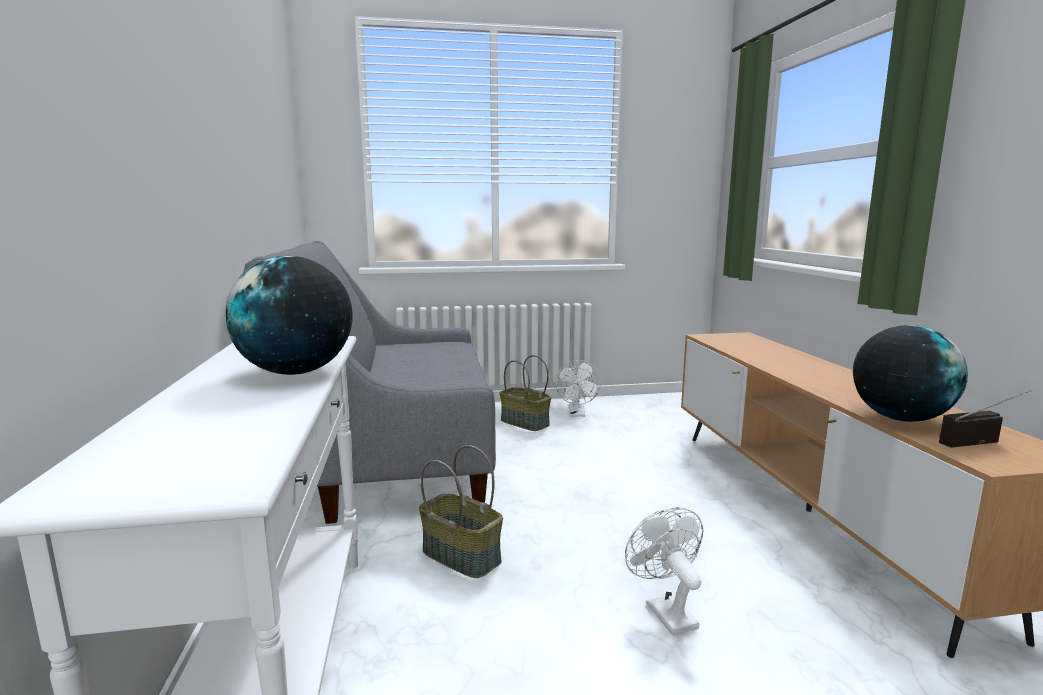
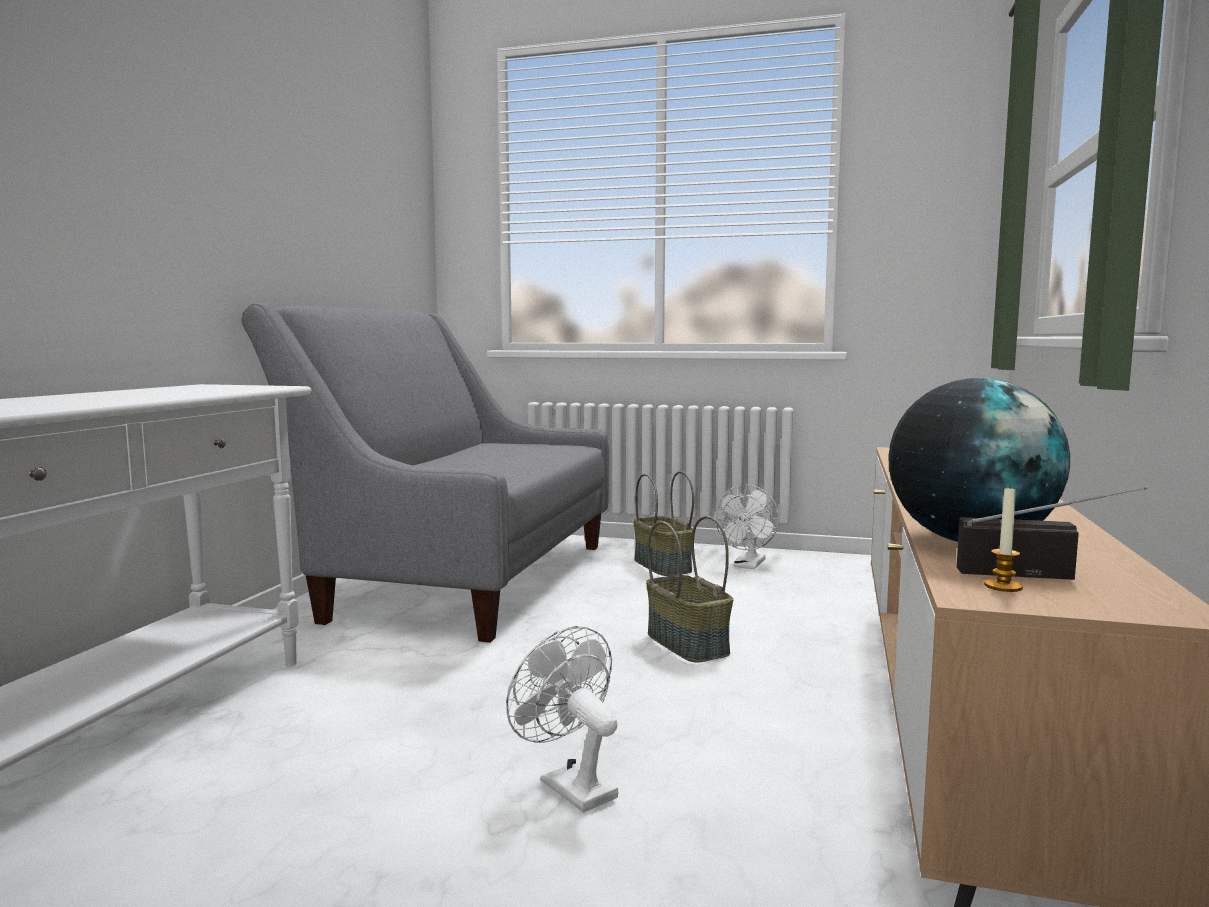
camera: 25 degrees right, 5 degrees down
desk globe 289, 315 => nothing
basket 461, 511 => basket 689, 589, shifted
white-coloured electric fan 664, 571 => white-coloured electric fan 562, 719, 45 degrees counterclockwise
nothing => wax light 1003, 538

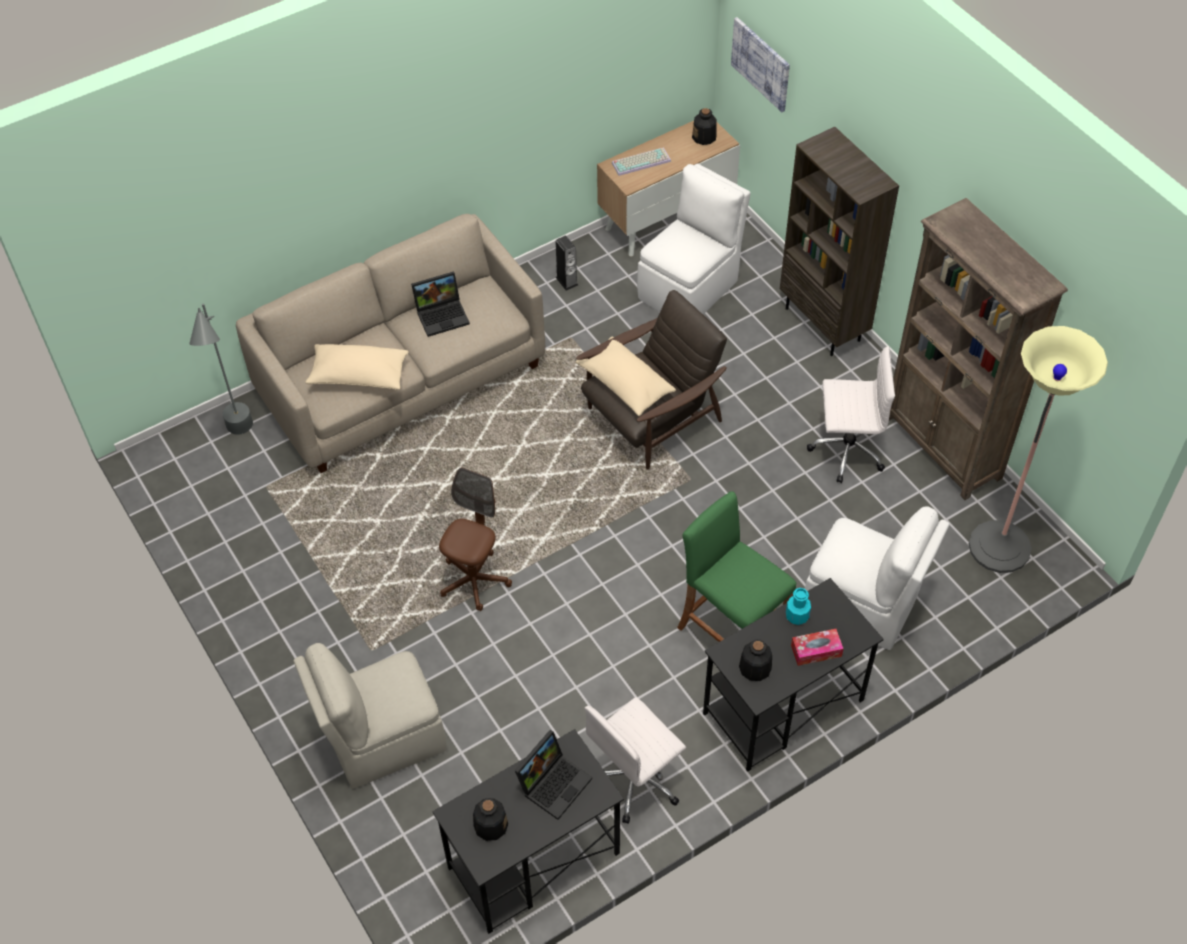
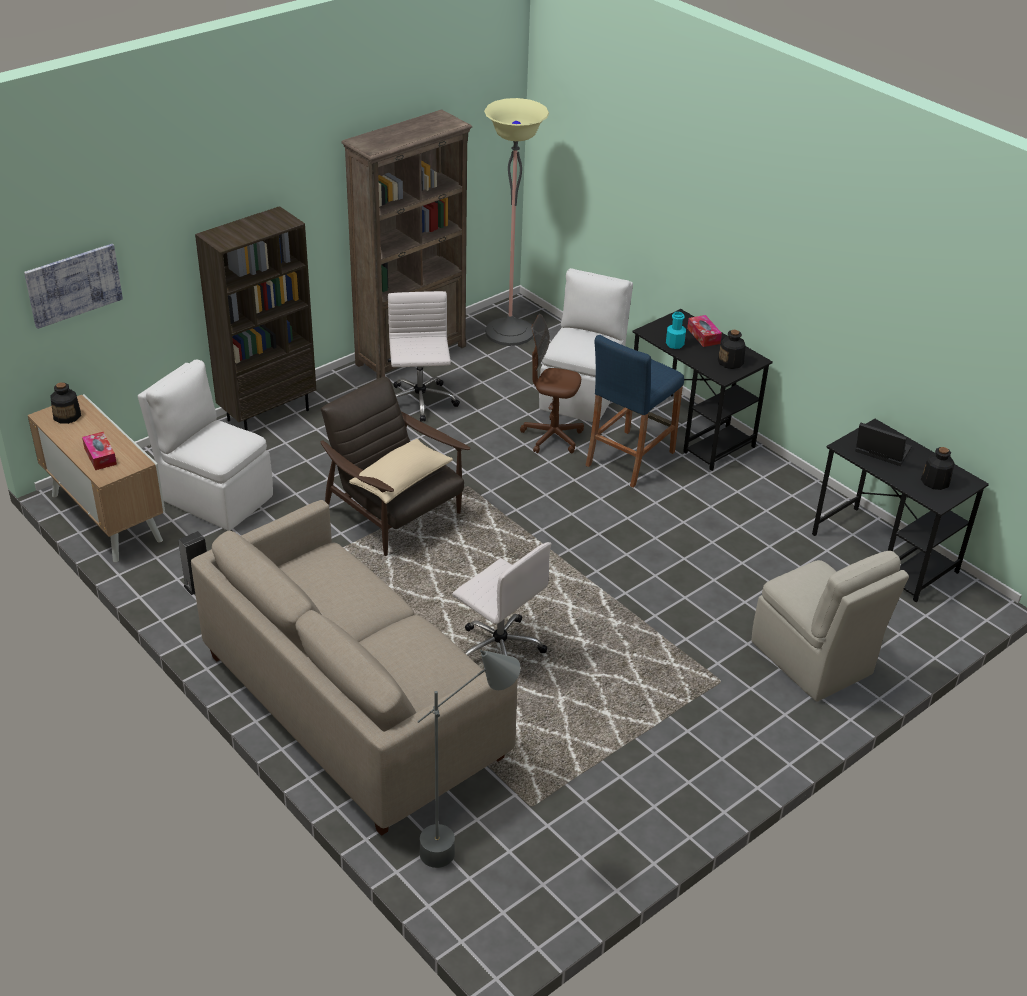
camera: 100 degrees left, 15 degrees down
keyboard 641, 161 => tissue box 99, 451
notebook computer 440, 304 => nothing
beige-coloured throw pillow 357, 367 => nothing
brownish desk chair 475, 539 => brownish desk chair 552, 383, shifted
greenish stool 736, 566 => blue-coloured stool 634, 411
white-coloured desk chair 635, 760 => white-coloured desk chair 501, 599, shifted

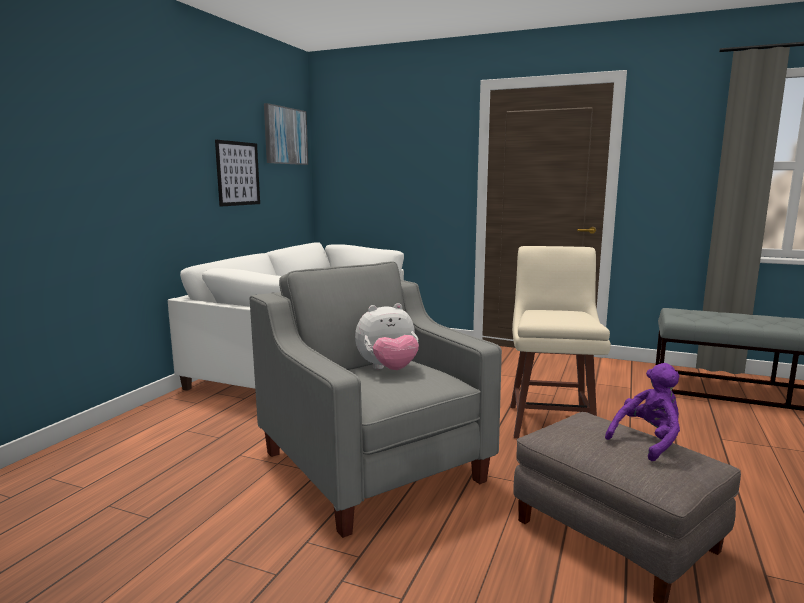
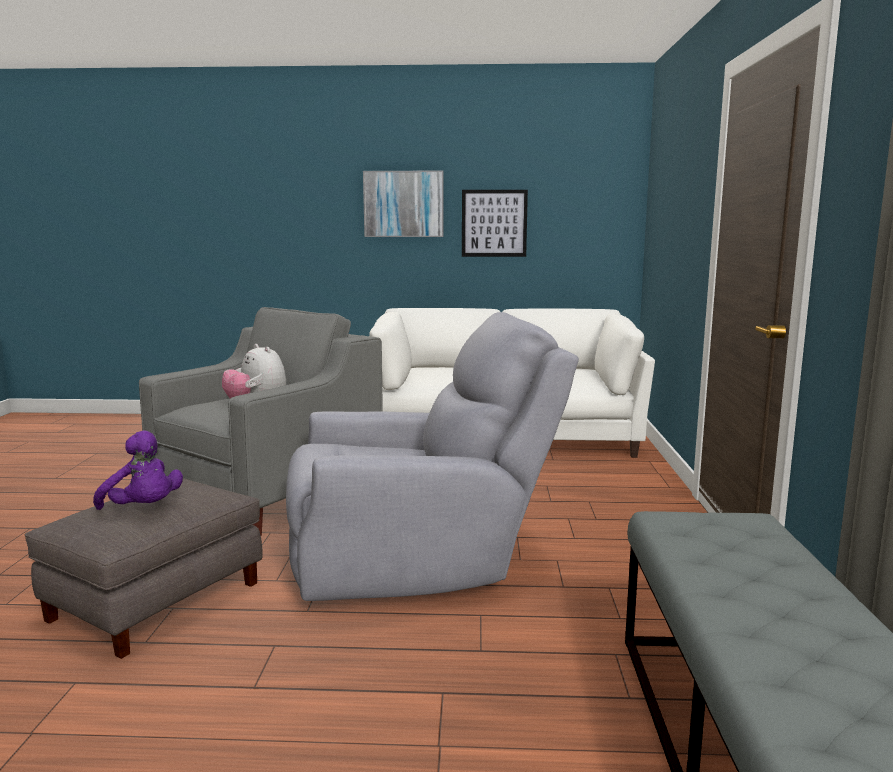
camera: 70 degrees right, 0 degrees up
picture 286, 134 => picture 403, 204, shifted
beige-coloured stool 560, 342 => greyish armchair 432, 456

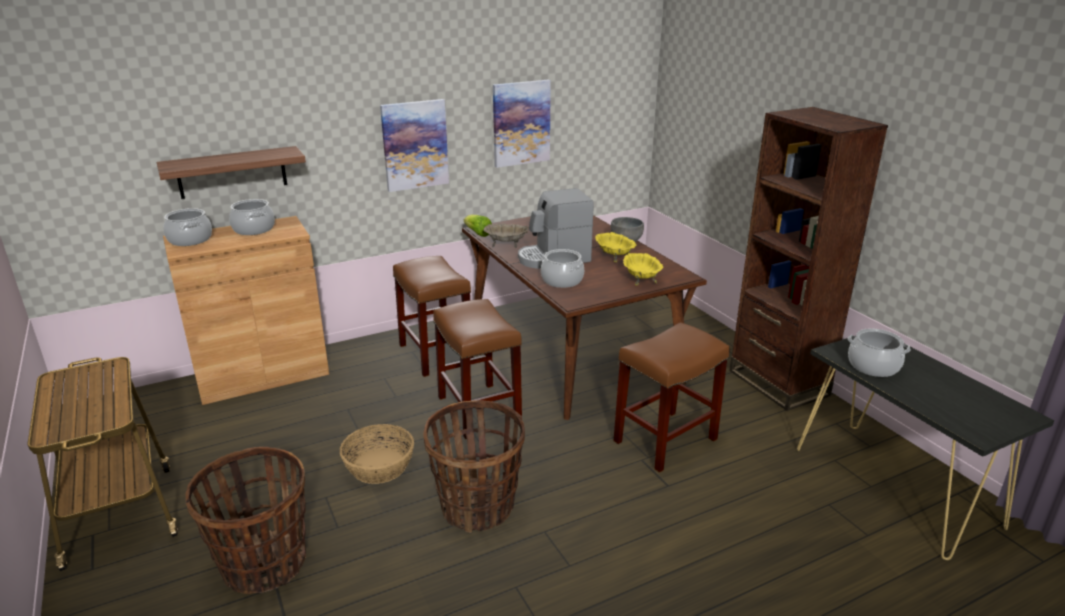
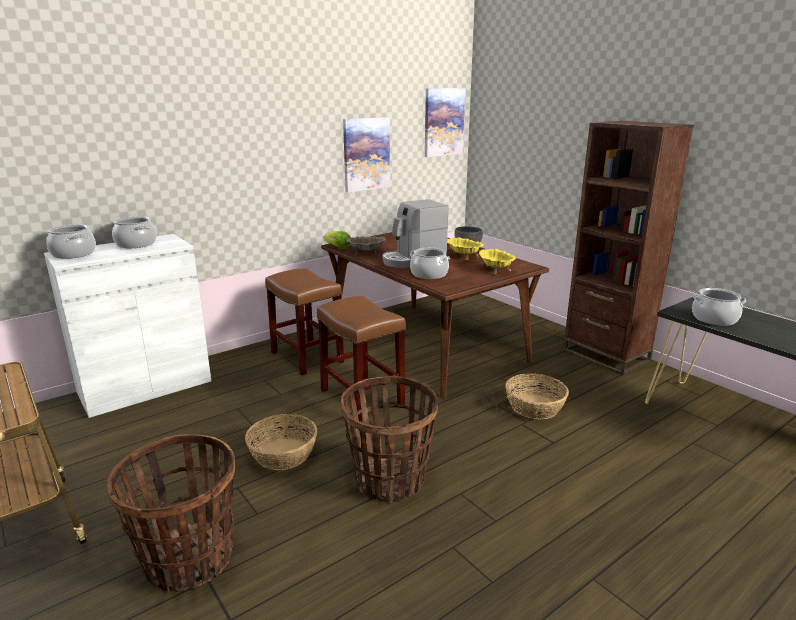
camera: 10 degrees left, 5 degrees down
picture 414, 145 => picture 445, 122, shifted
shelf 231, 172 => nothing
brownish cabinet 246, 310 => white-coloured cabinet 127, 326
brownish stool 671, 397 => basket 537, 396

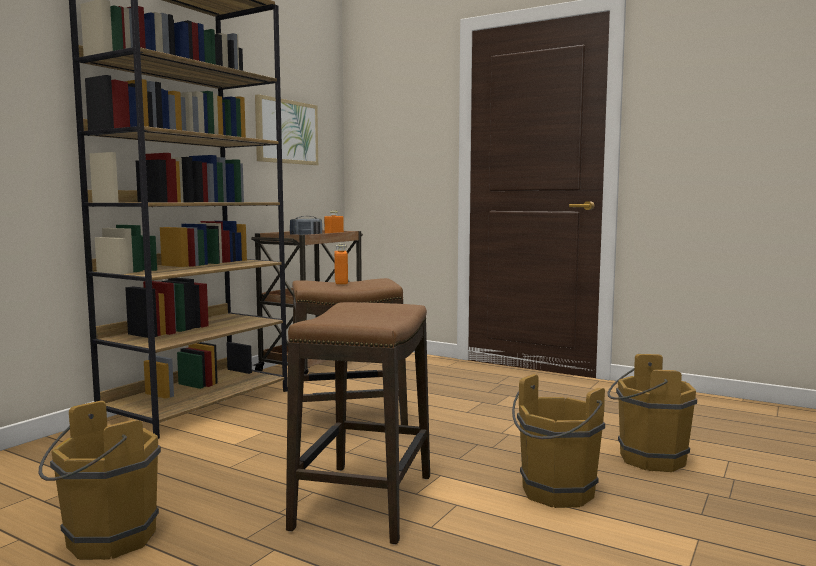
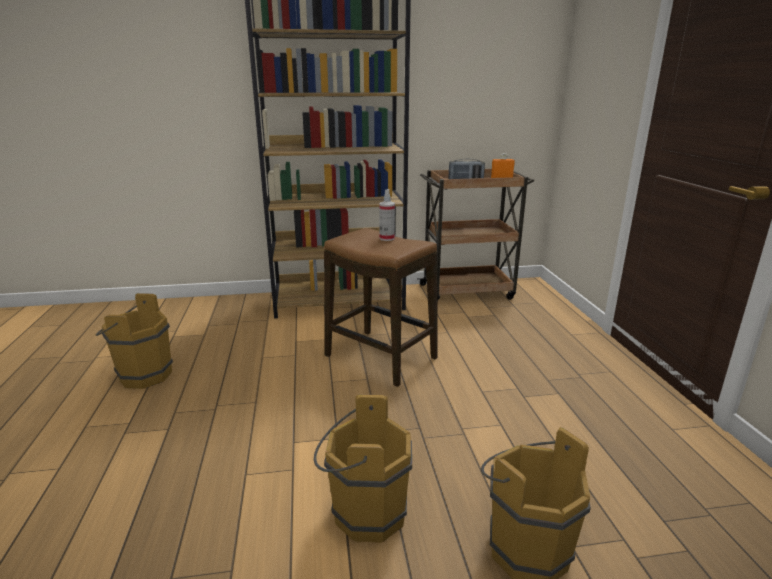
camera: 50 degrees right, 15 degrees up
picture 286, 129 => nothing
orange bottle 341, 263 => hand sprayer 387, 215
stool 358, 423 => nothing

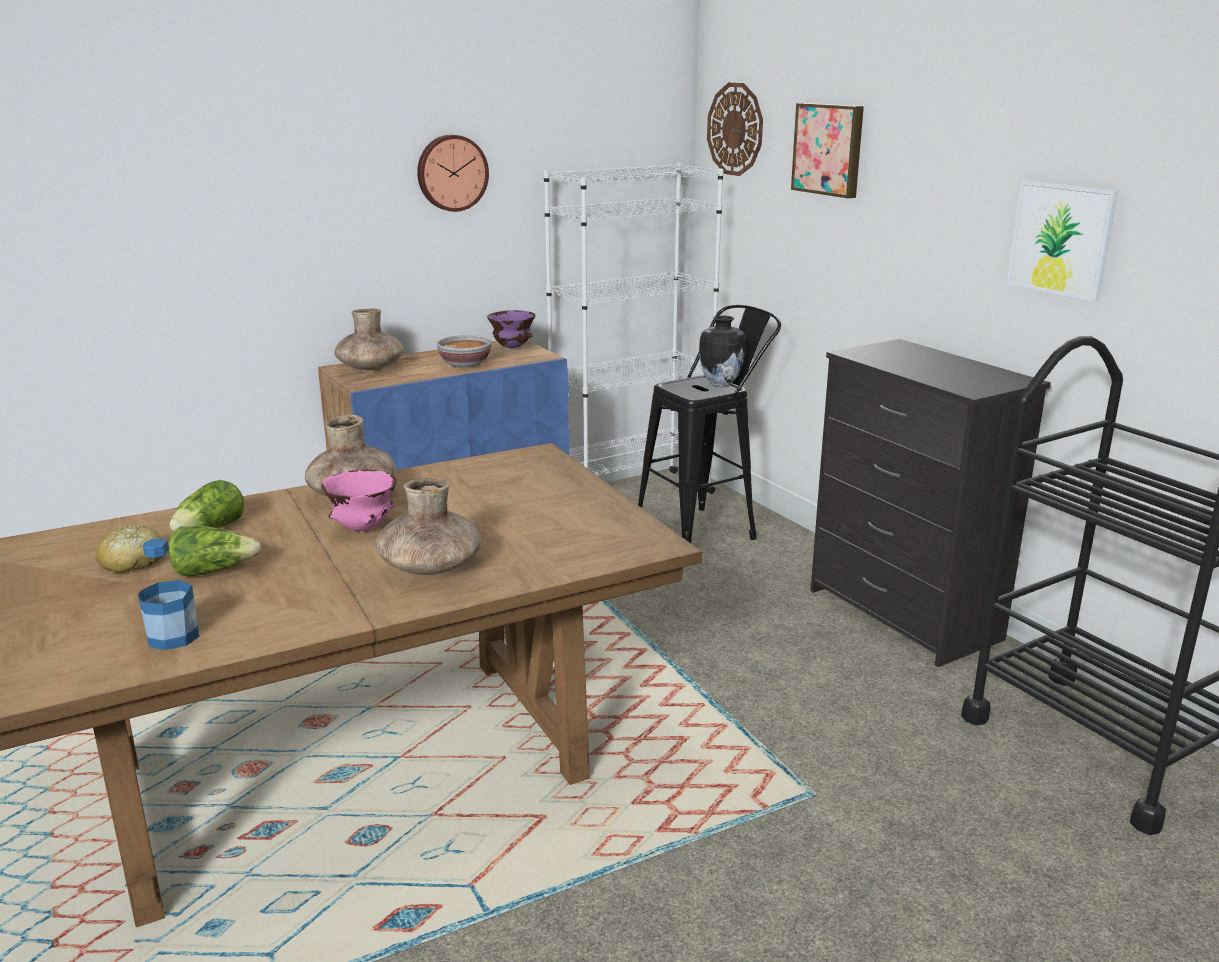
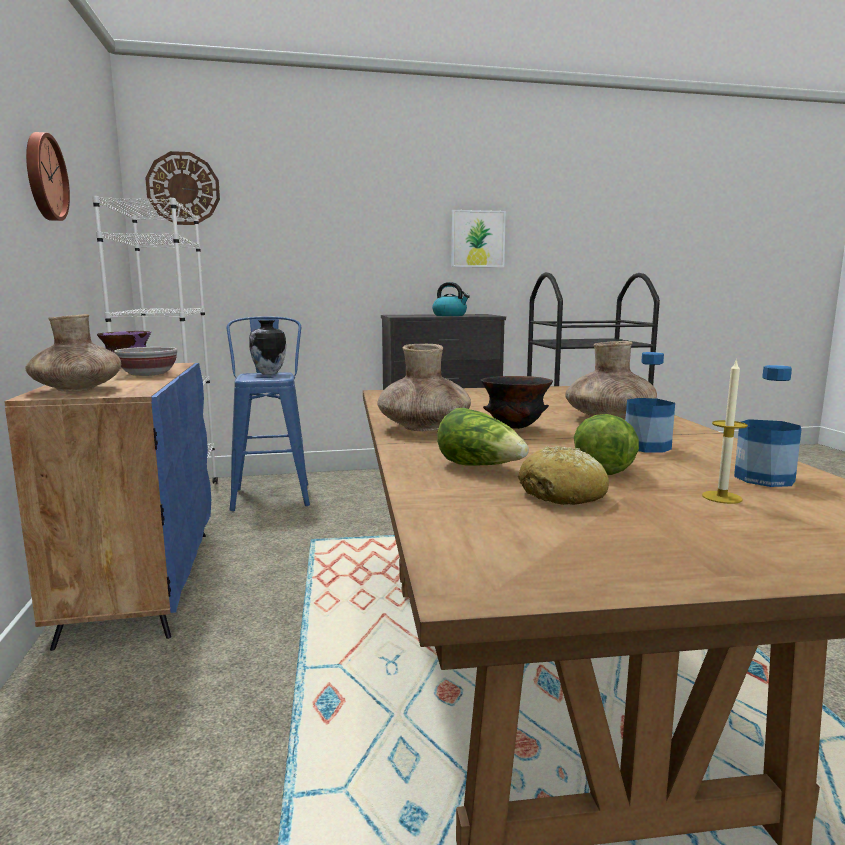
camera: 70 degrees left, 10 degrees down
picture 827, 150 => nothing
blackish stool 709, 424 => blue-coloured stool 268, 413
pinkish bowl 359, 500 => blackish bowl 517, 402
nothing => kettle 451, 299
nothing => bottle 650, 402
nothing => wax light 725, 431

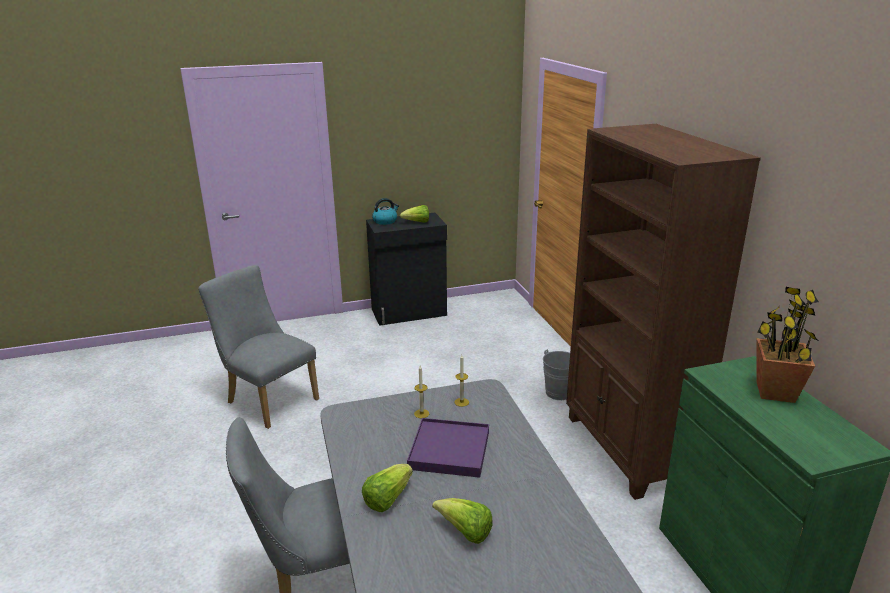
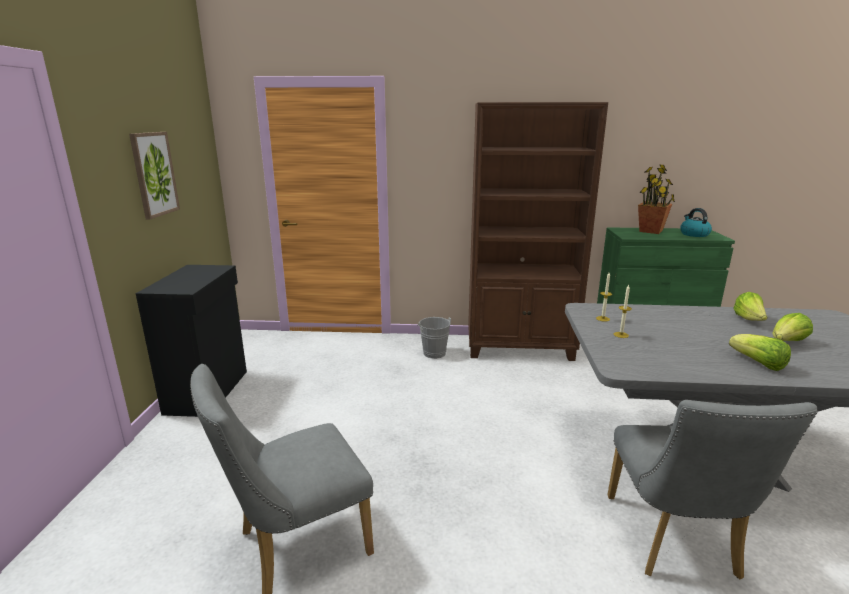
camera: 70 degrees left, 5 degrees down
kettle 385, 211 => kettle 696, 222, shifted
lettuce 414, 214 => lettuce 750, 306, shifted
purplish carrying tray 448, 448 => nothing
nothing => picture 154, 175

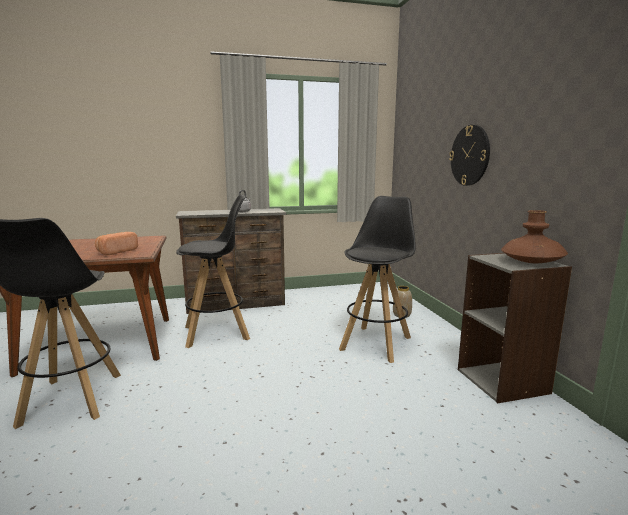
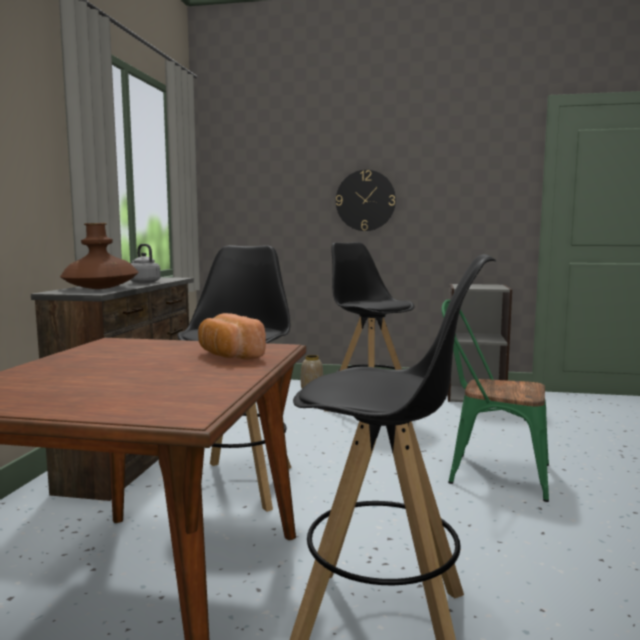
camera: 65 degrees left, 5 degrees down
brownish decorative vase 534, 236 => brownish decorative vase 99, 256, shifted
nothing => greenish plain chair 495, 401

